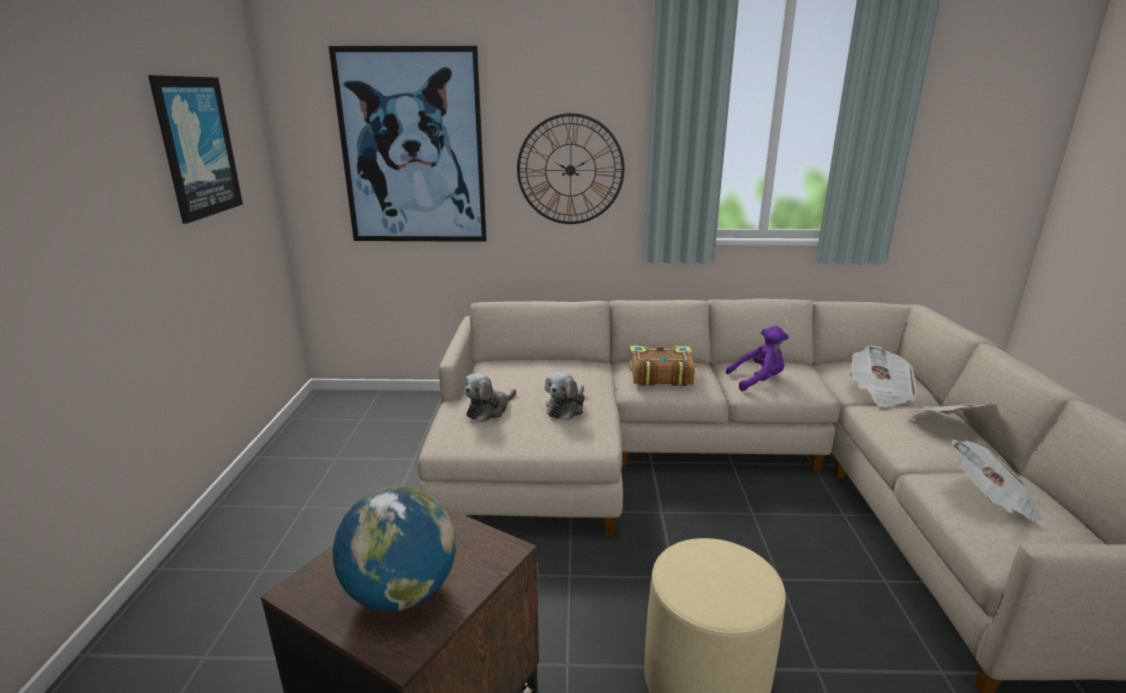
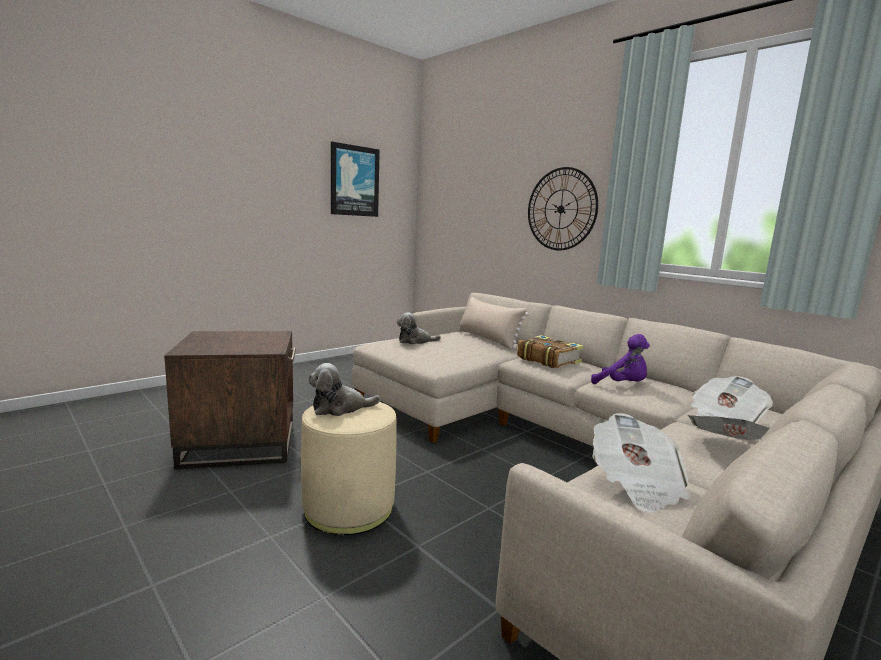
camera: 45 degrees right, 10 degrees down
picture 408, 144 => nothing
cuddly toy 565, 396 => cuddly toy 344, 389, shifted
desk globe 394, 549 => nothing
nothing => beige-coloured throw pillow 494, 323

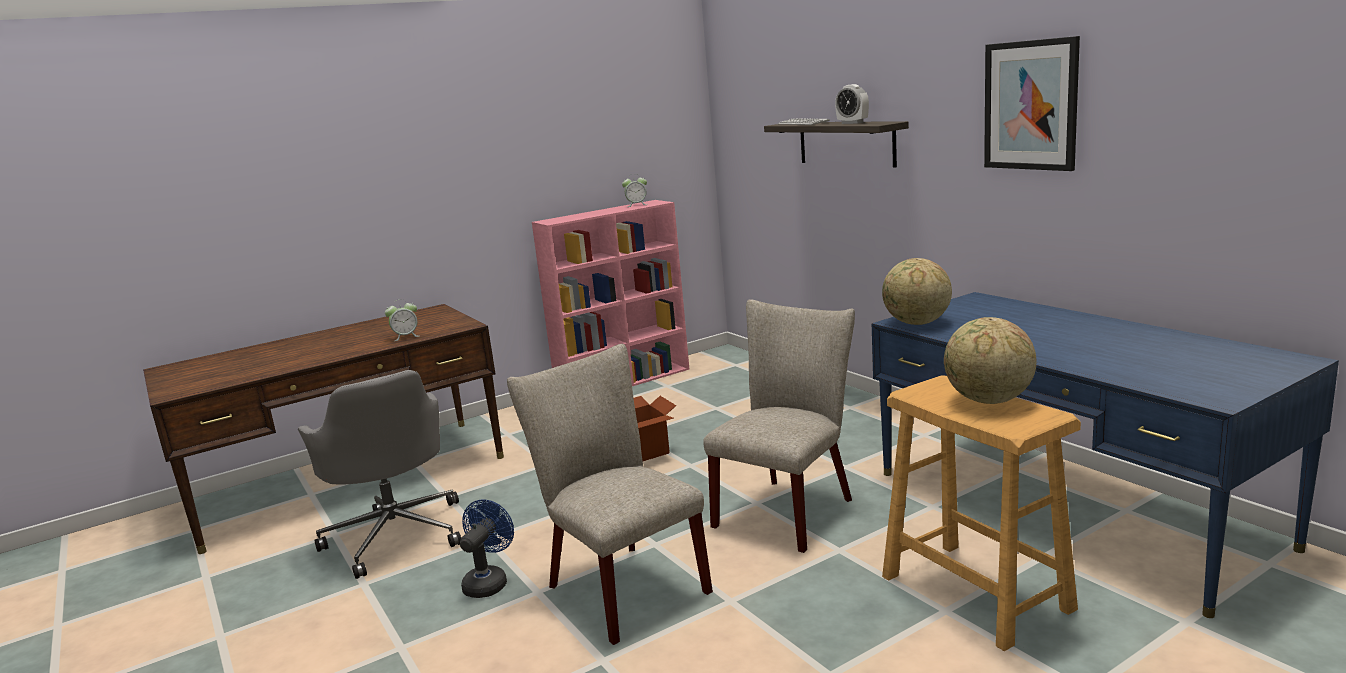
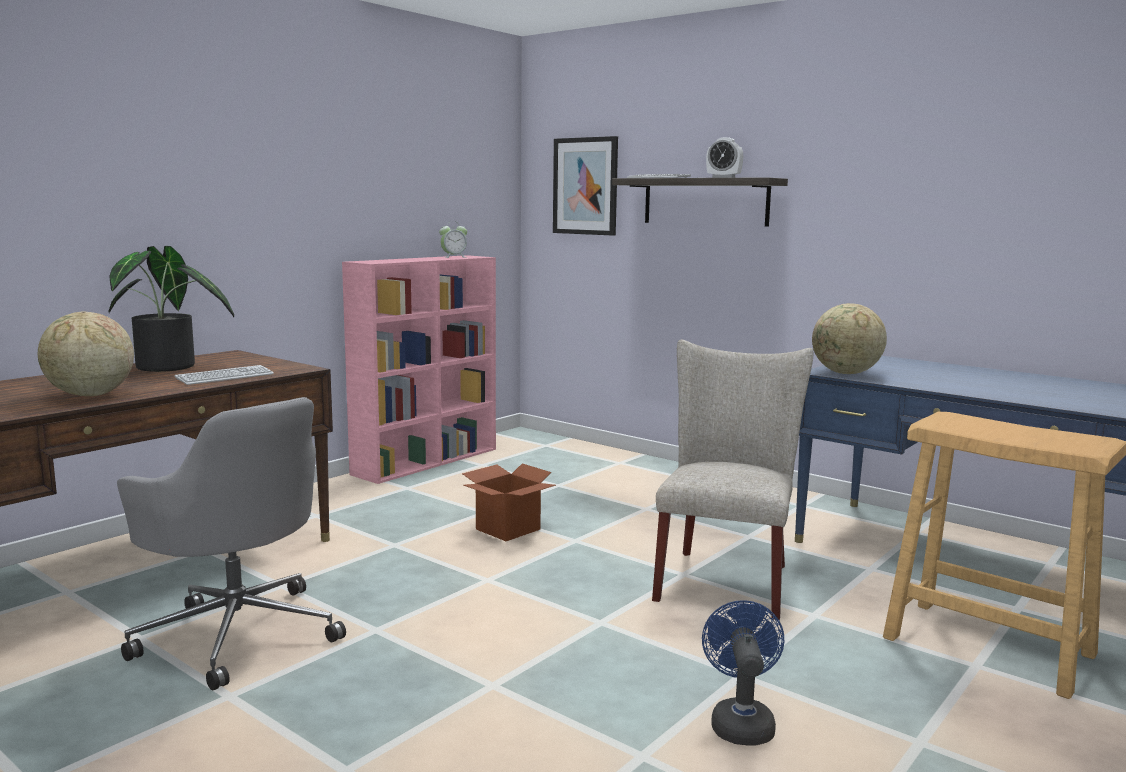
camera: 20 degrees left, 5 degrees down
picture 1032, 103 => picture 585, 186, shifted
alarm clock 402, 320 => keyboard 224, 375
desk globe 990, 360 => desk globe 86, 354, shifted
beige-coloured plain chair 610, 494 => nothing
blue-coloured electric fan 486, 549 => blue-coloured electric fan 743, 672, shifted
nothing => plant in a pot 171, 309

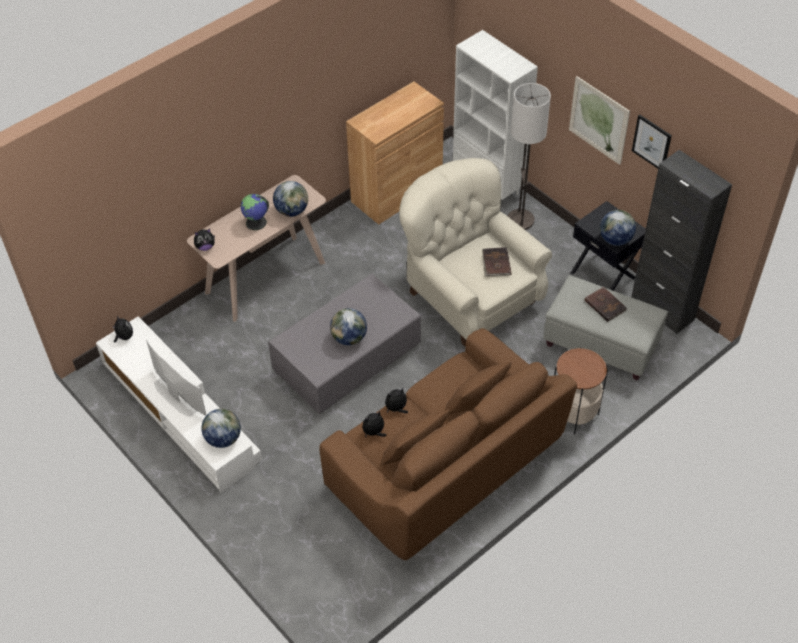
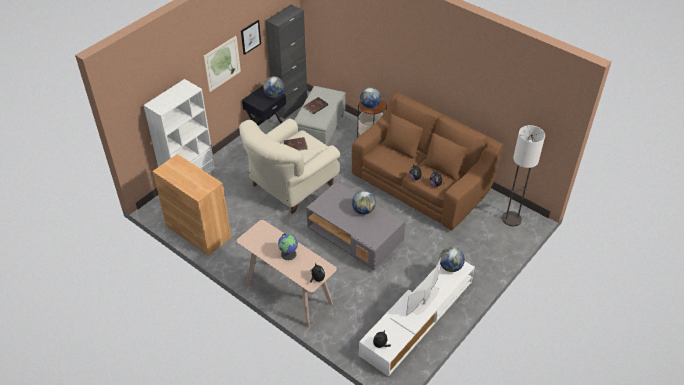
camera: 100 degrees left, 5 degrees down
floor lamp 529, 156 => floor lamp 523, 175, shifted
desk globe 290, 199 => desk globe 370, 98, shifted

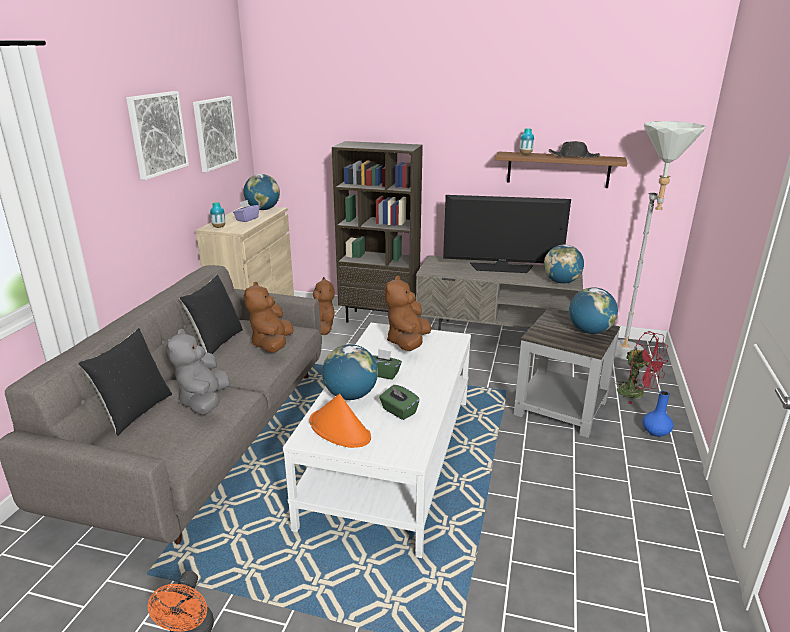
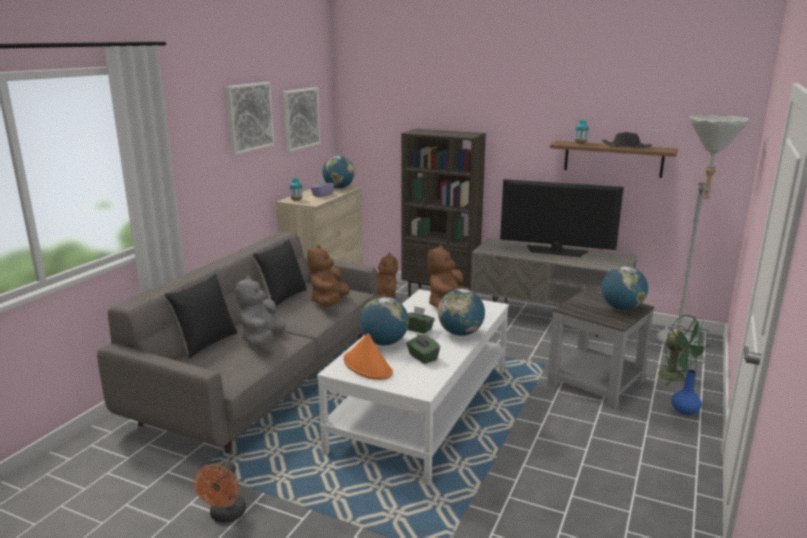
camera: 10 degrees right, 5 degrees down
desk globe 564, 264 => desk globe 461, 312, shifted
red electric fan 641, 367 => greenish electric fan 683, 350

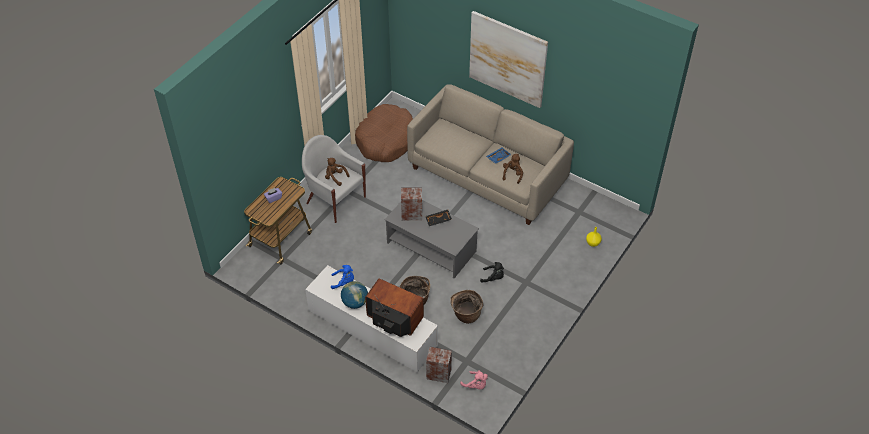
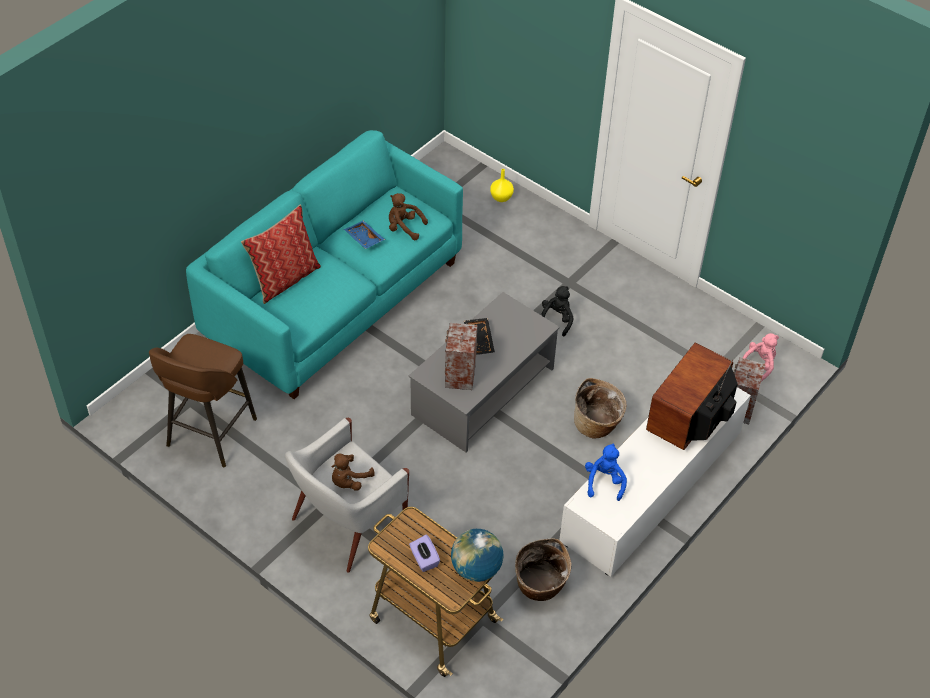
camera: 85 degrees left, 0 degrees up
picture 508, 59 => nothing
beige-coloured sofa 490, 154 => blue-green sofa 324, 264
brownish dog bed 384, 133 => brownish stool 203, 401
desk globe 354, 295 => desk globe 477, 555, shifted
basket 466, 307 => basket 543, 569, shifted
nothing => throw pillow 281, 254

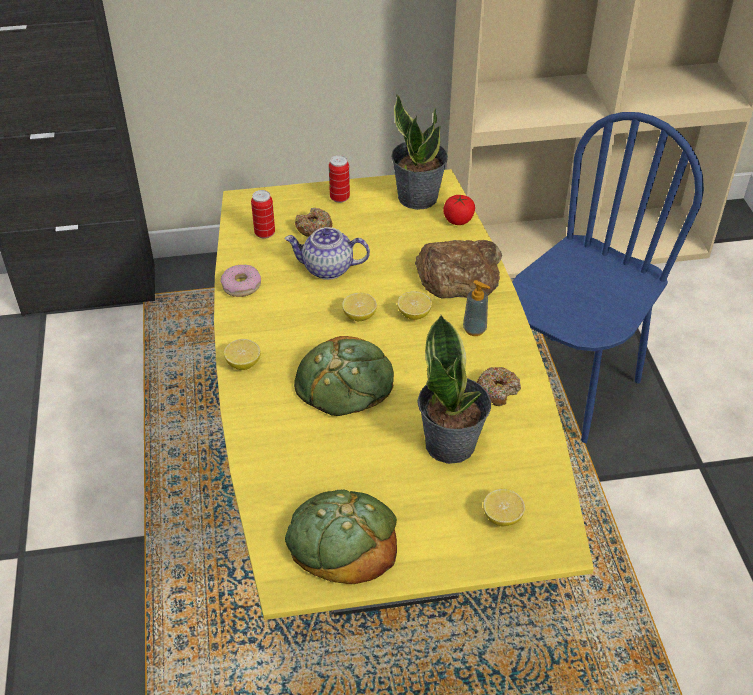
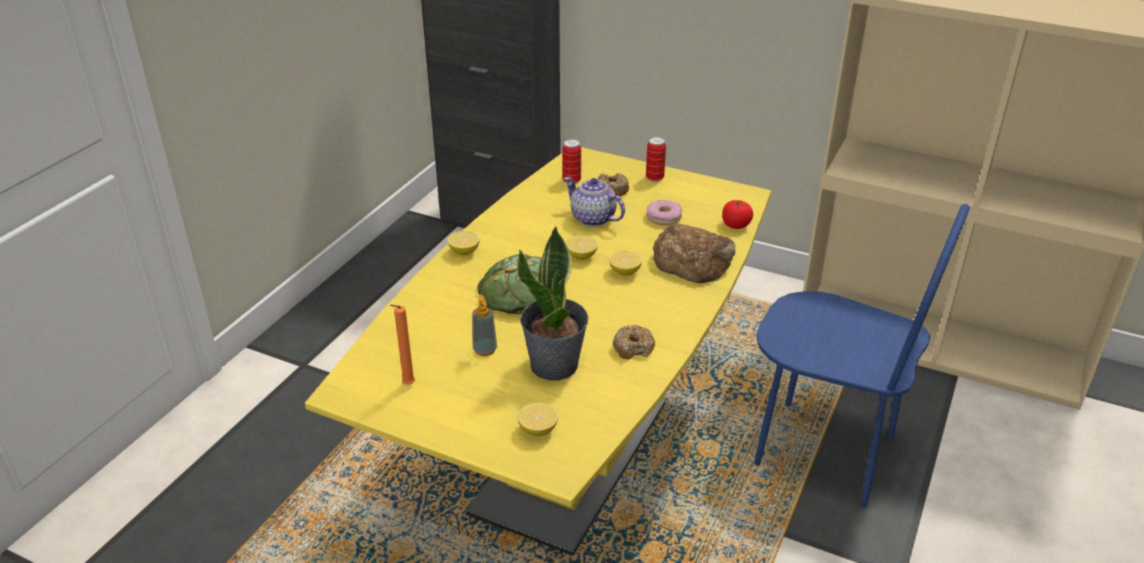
camera: 35 degrees right, 10 degrees down
plant in a pot 419, 152 => nothing
blue-coloured plain chair 608, 278 => blue-coloured plain chair 862, 356, 45 degrees clockwise
ring doughnut 241, 280 => ring doughnut 664, 212, shifted
soap dispenser 477, 308 => soap dispenser 484, 325, shifted
bread 341, 537 => orange wax light 402, 345

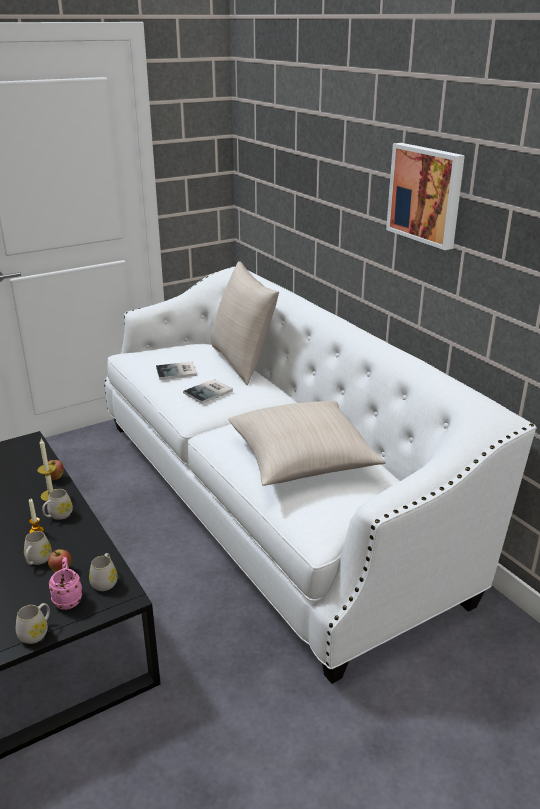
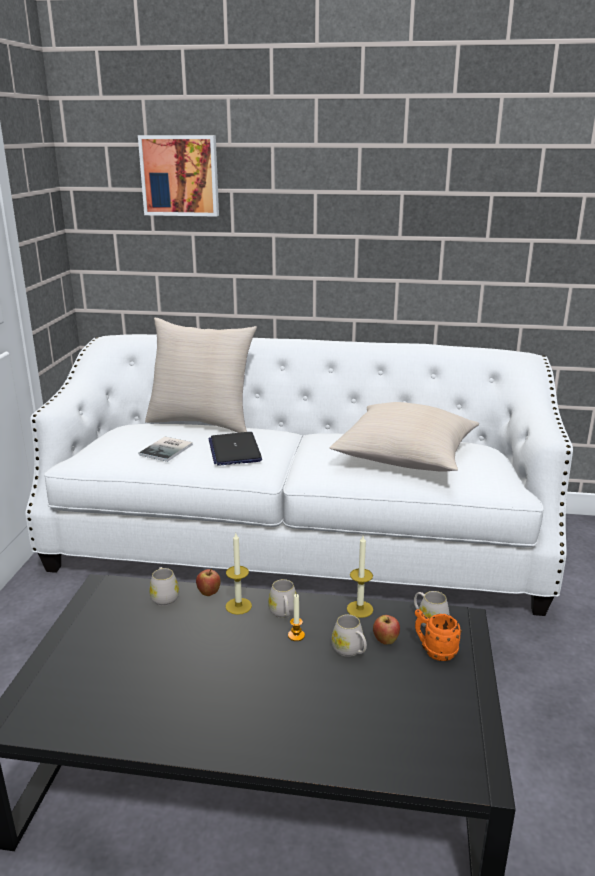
camera: 50 degrees left, 5 degrees down
picture 425, 196 => picture 178, 176, shifted
volume 208, 391 => notebook computer 235, 449
pinkish mug 65, 583 => orange mug 438, 635
white-coloured mug 33, 623 => white-coloured mug 164, 586, shifted
nothing => wax light 360, 577

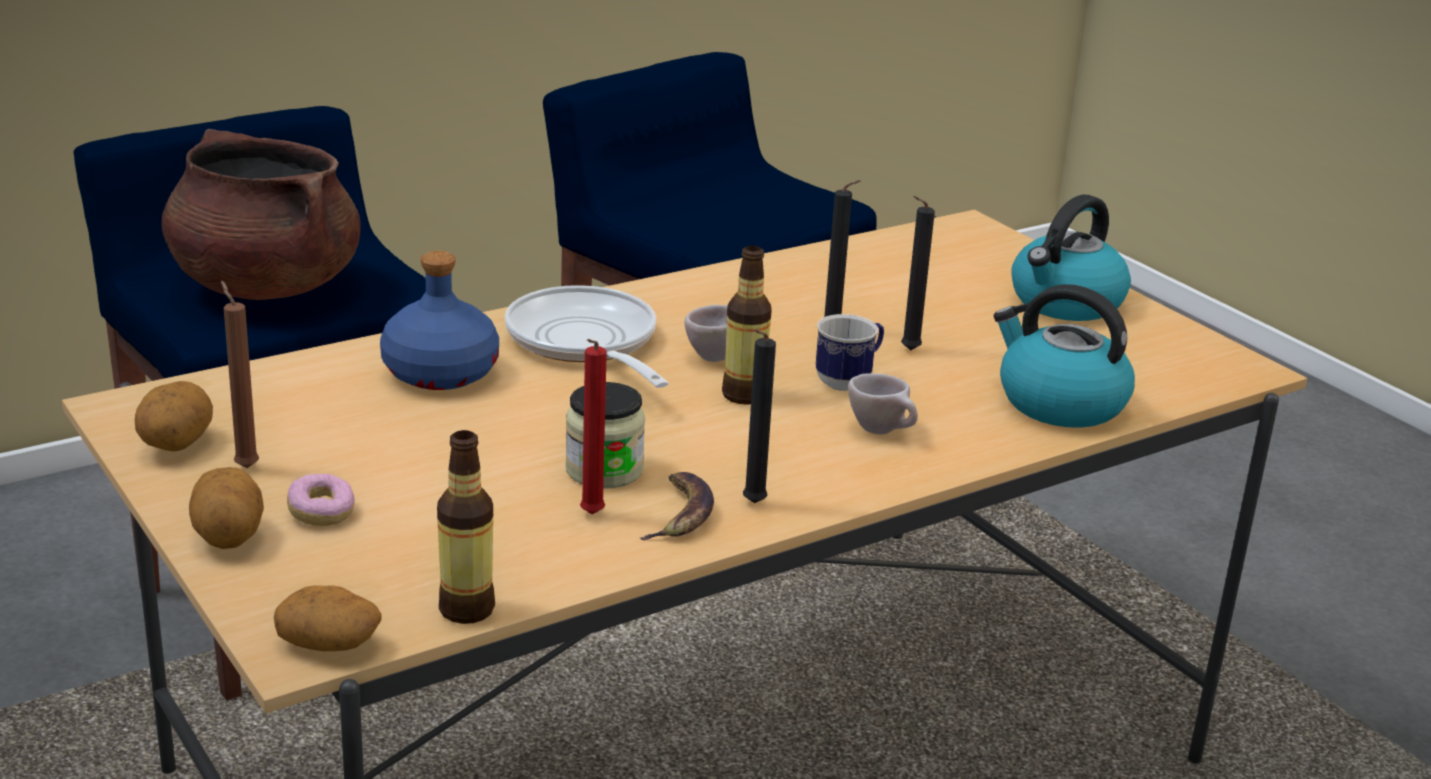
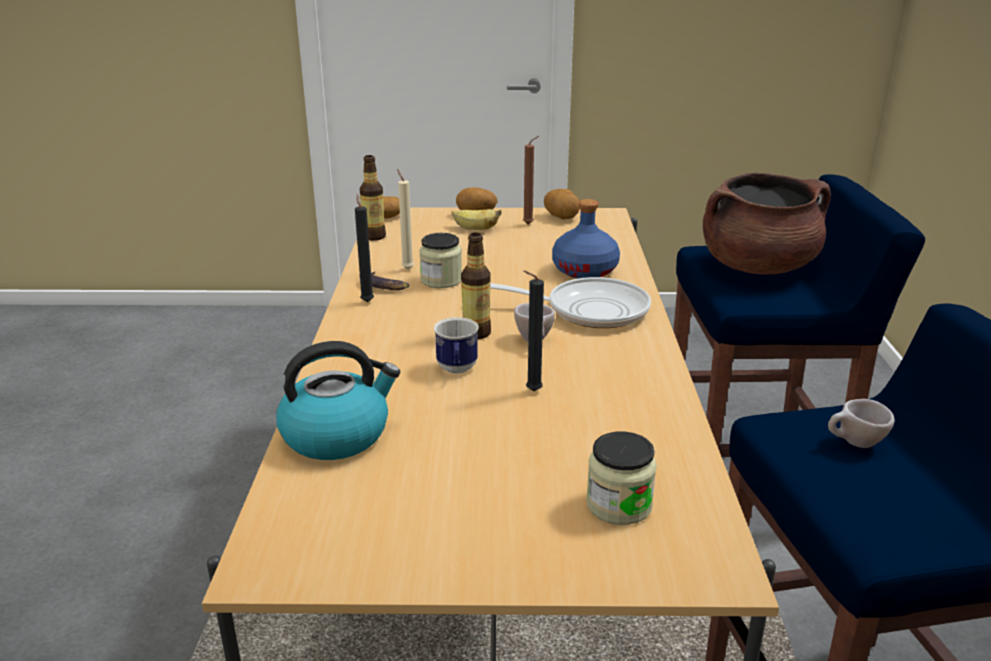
camera: 125 degrees right, 0 degrees up
kettle 1071, 258 => nothing
blackish wax light 918, 273 => nothing
red wax light 593, 426 => beige-coloured wax light 405, 219
beige-coloured drinking cup 883, 404 => beige-coloured drinking cup 861, 423, shifted
ring doughnut 321, 500 => banana fruit 476, 219
nothing => jar 621, 478

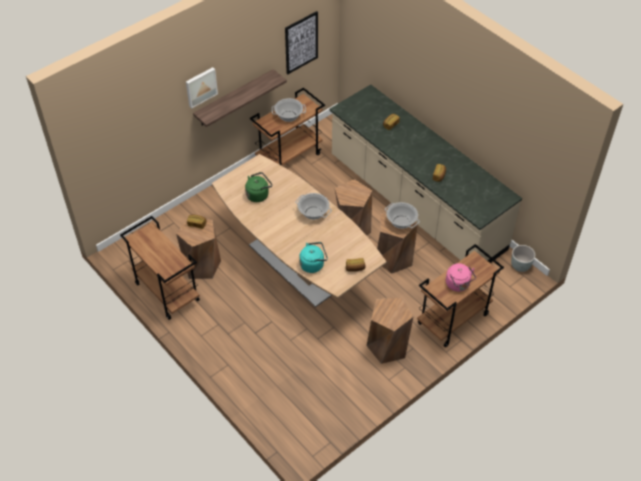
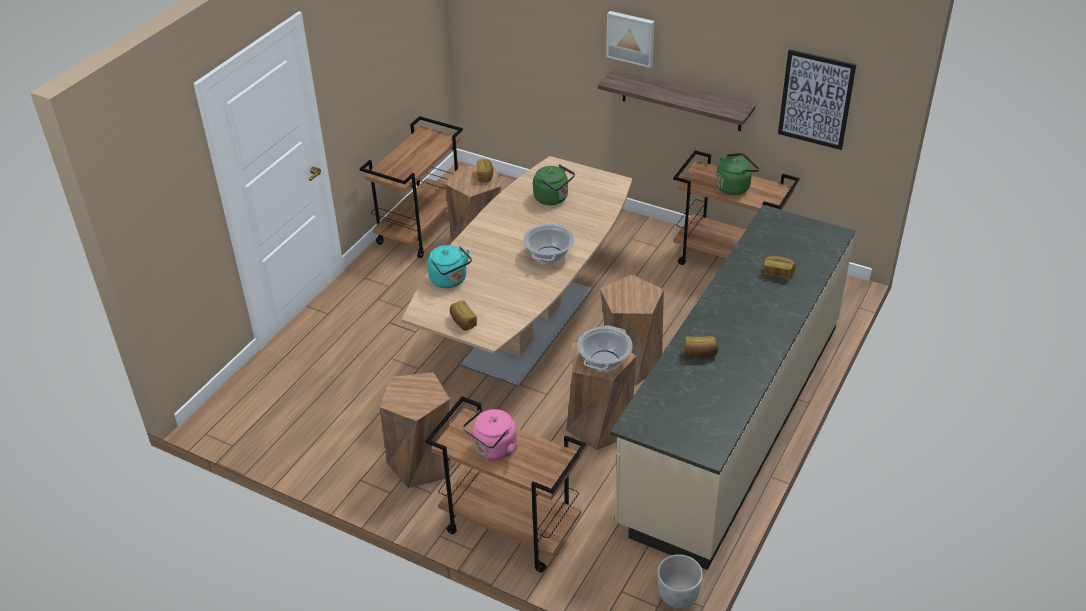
camera: 70 degrees right, 10 degrees down
stockpot 289, 110 => greenish kettle 737, 174

